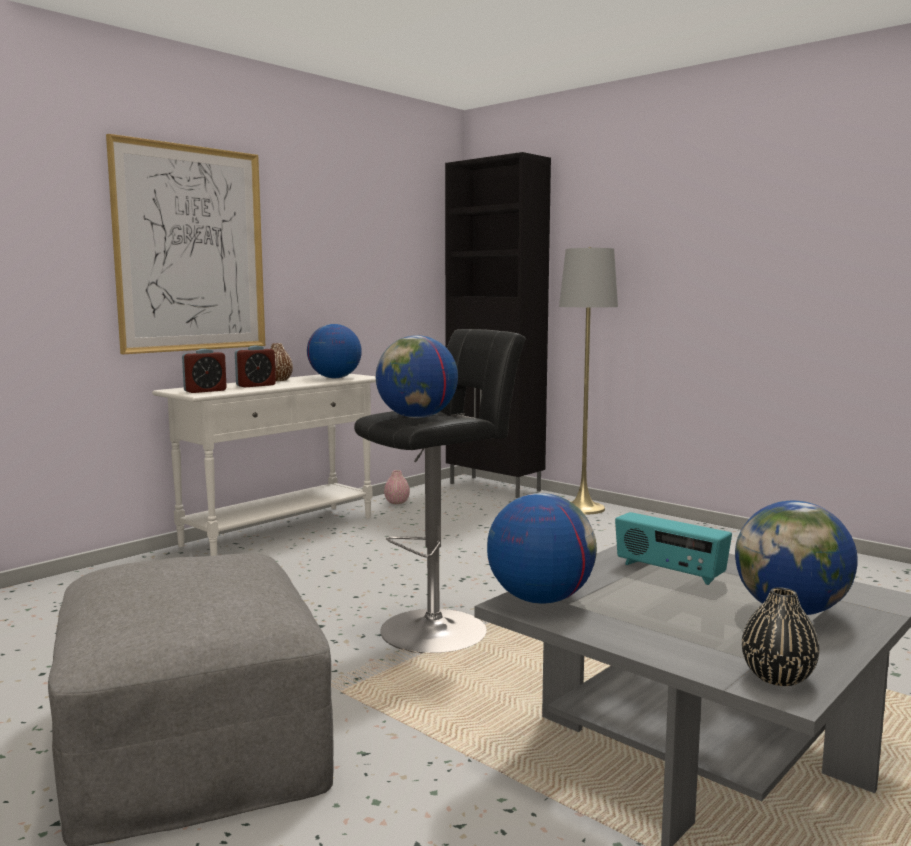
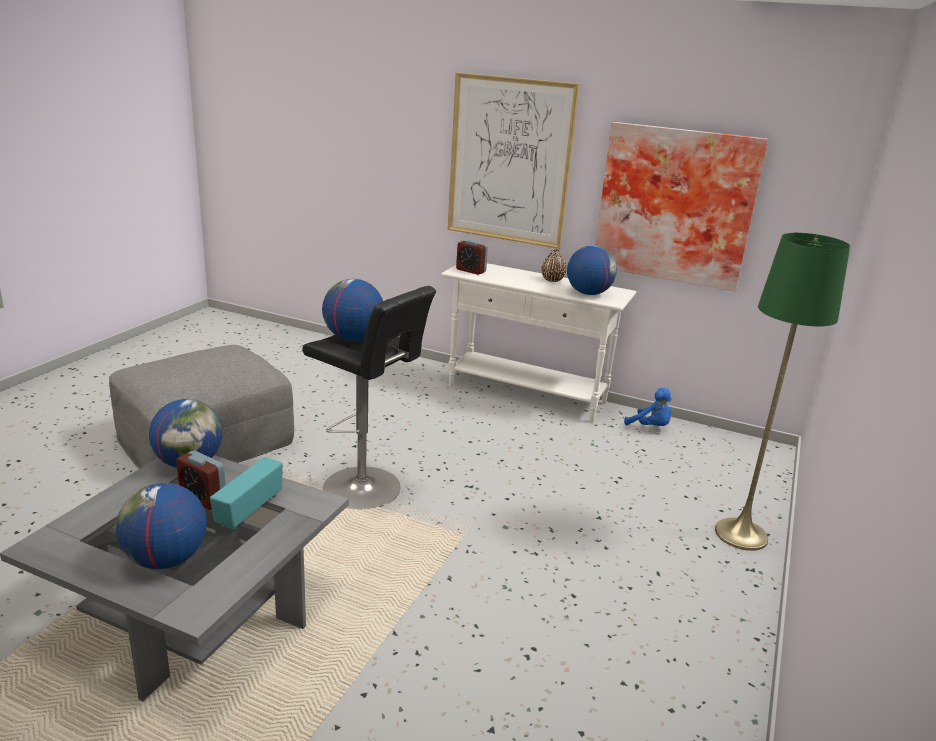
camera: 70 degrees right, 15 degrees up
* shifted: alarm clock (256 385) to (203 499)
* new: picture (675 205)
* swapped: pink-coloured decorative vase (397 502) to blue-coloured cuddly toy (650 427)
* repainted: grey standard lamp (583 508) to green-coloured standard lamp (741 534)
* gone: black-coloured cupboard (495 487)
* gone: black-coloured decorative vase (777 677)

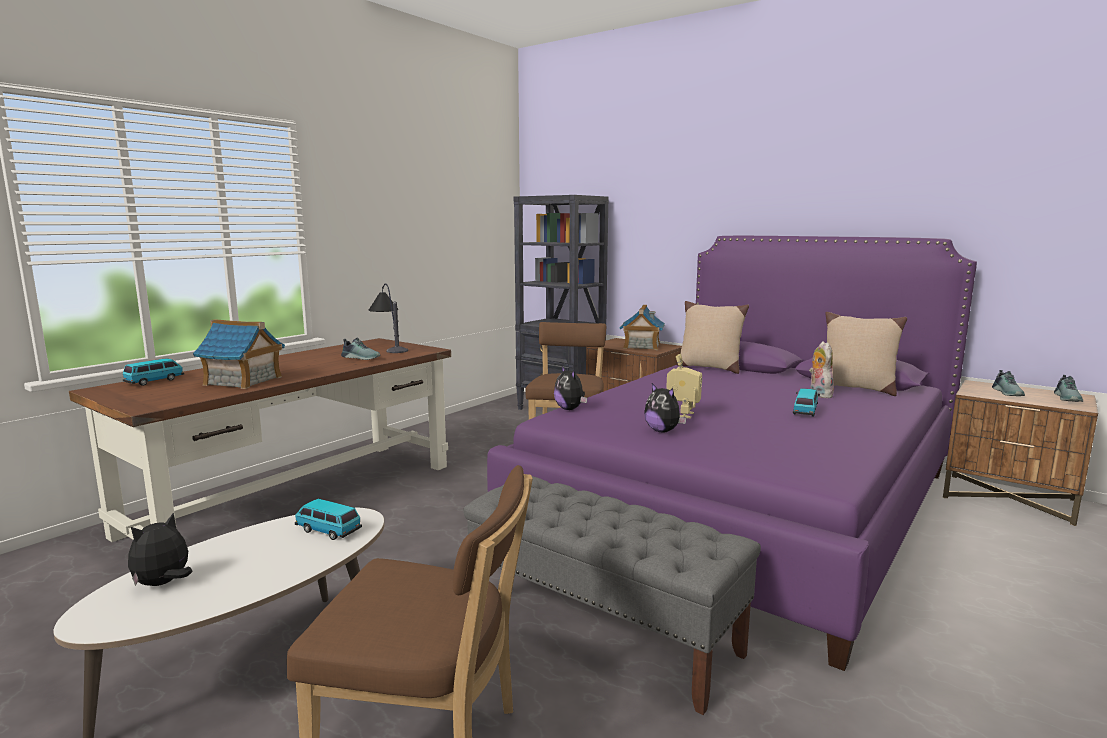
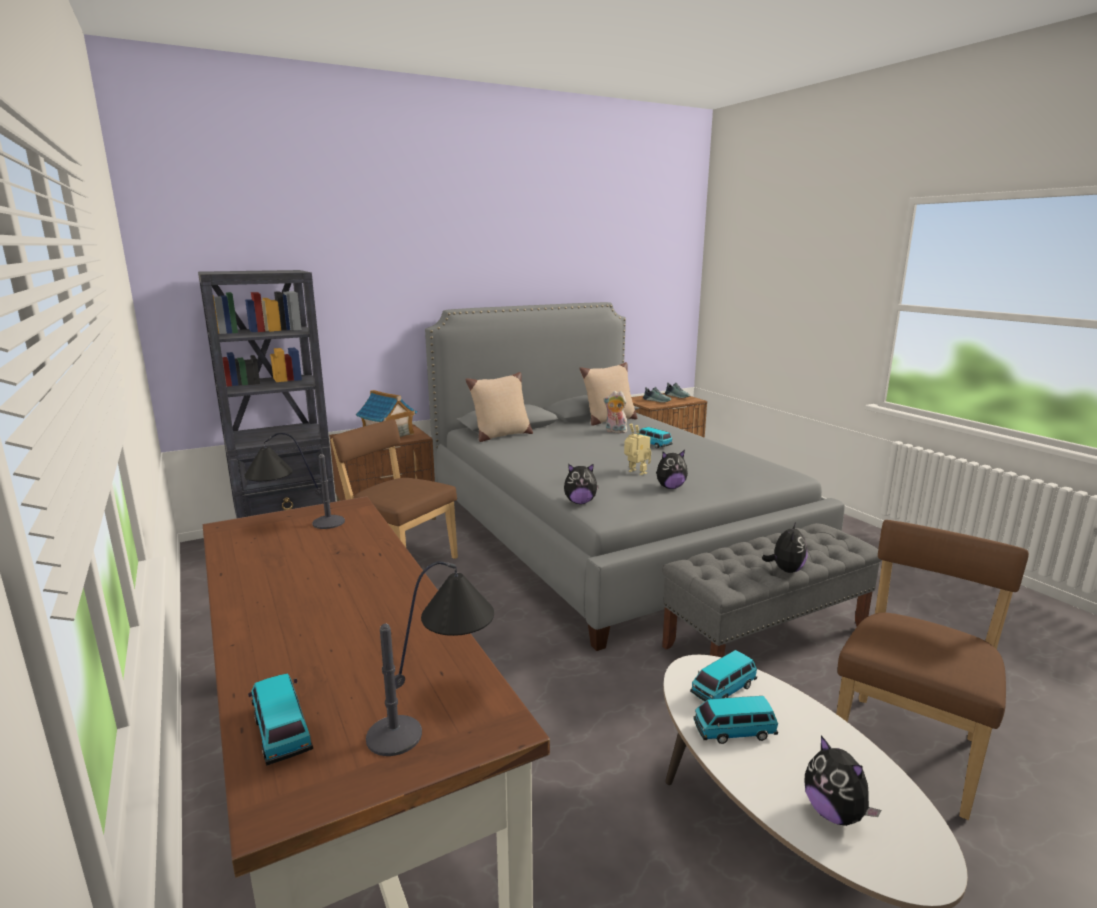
camera: 65 degrees left, 5 degrees up
* new: lamp for a table (437 707)
* repainted: purplish sleeping bed (742 503) to grey sleeping bed (606 532)
* new: miniature car (734 731)
* new: cuddly toy (785 570)
* gone: model house (243 381)
* gone: shoe (362 358)

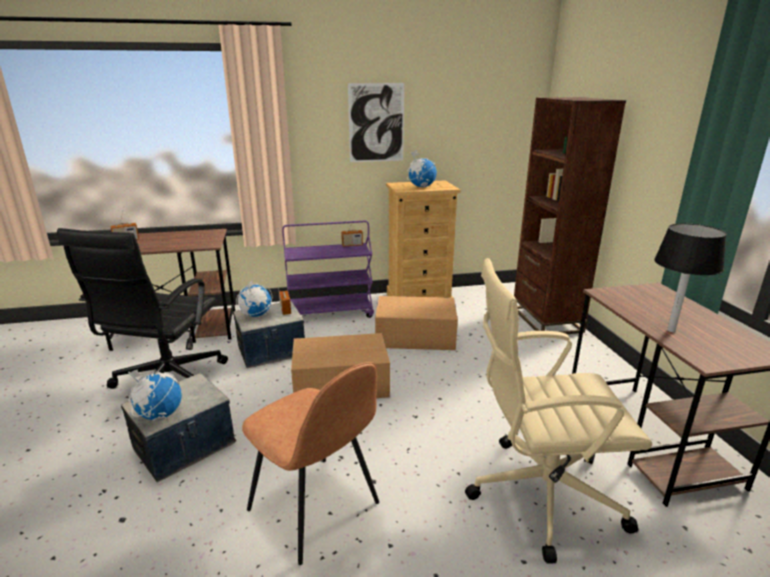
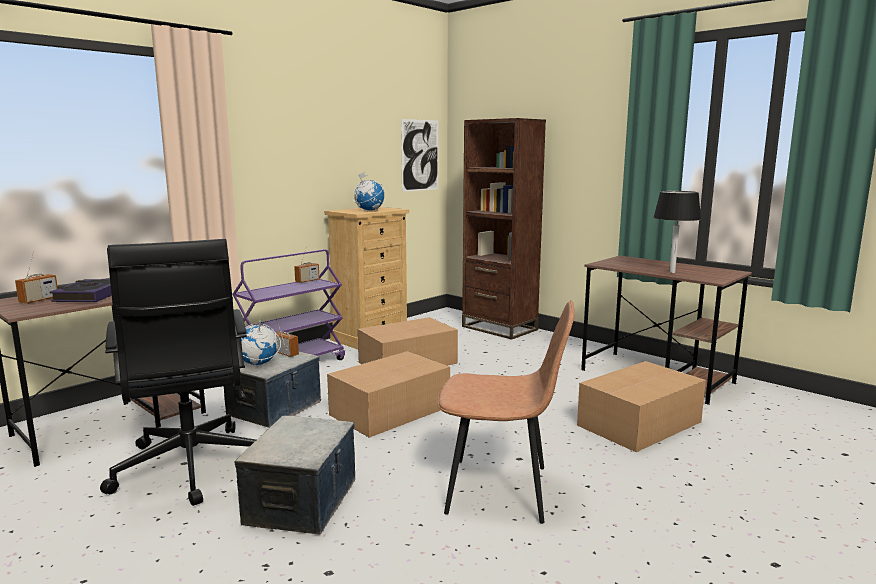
camera: 35 degrees left, 10 degrees down
* new: volume (90 295)
* shifted: picture (376 123) to (420 155)
* swapped: beige-coloured office chair (540 494) to carton (637 423)
* gone: world globe (159 415)

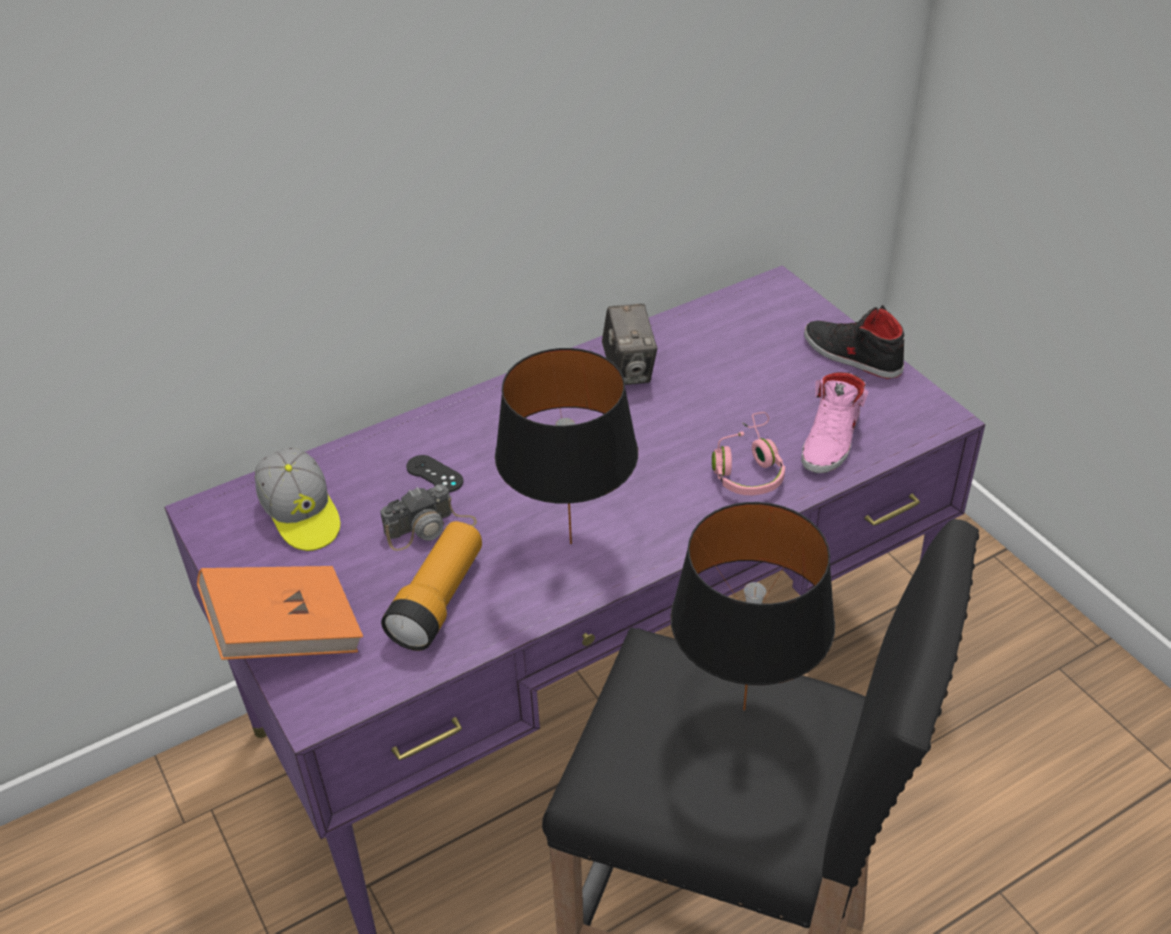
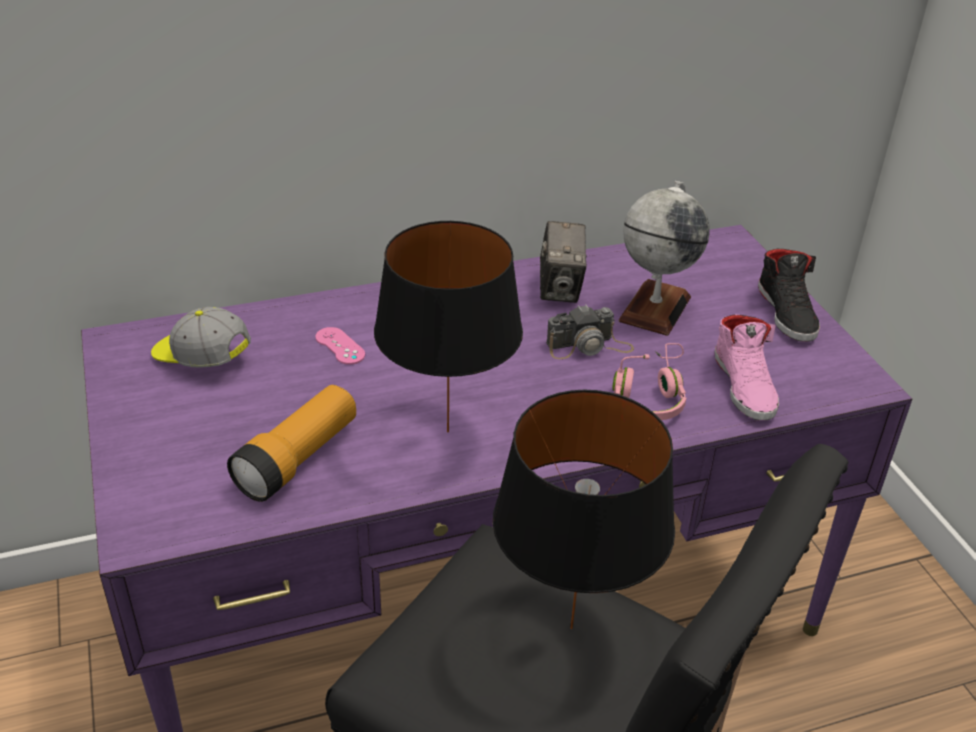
camera: 10 degrees right, 5 degrees down
* rotated: peaked cap (301 514) = (201 358) 135 degrees clockwise
* repainted: black-coloured gamepad (434 474) to pink-coloured gamepad (340 346)
* shifted: still camera (429 528) to (589 346)
* new: world globe (655 308)
* rotated: pink-coloured shoe (832 440) = (745 385) 45 degrees counterclockwise
* rotated: black-coloured shoe (851 355) = (787 312) 150 degrees counterclockwise
* gone: orangey volume (286 634)

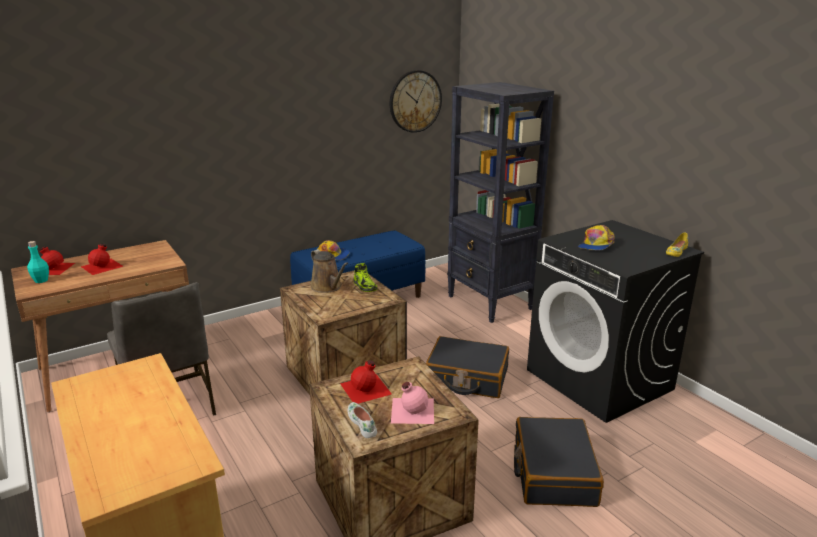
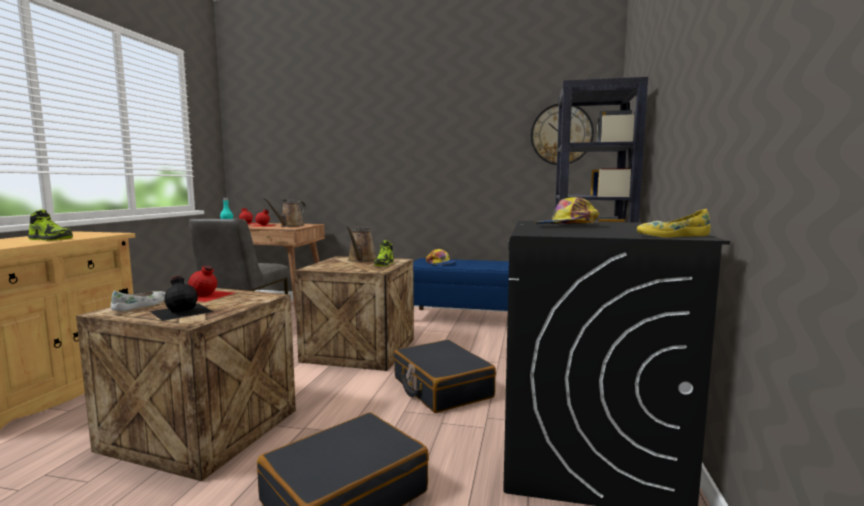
camera: 45 degrees right, 15 degrees down
* new: shoe (51 239)
* repainted: pink-coloured drink bottle (412 410) to black-coloured drink bottle (182 311)
* new: brownish watering can (290 226)

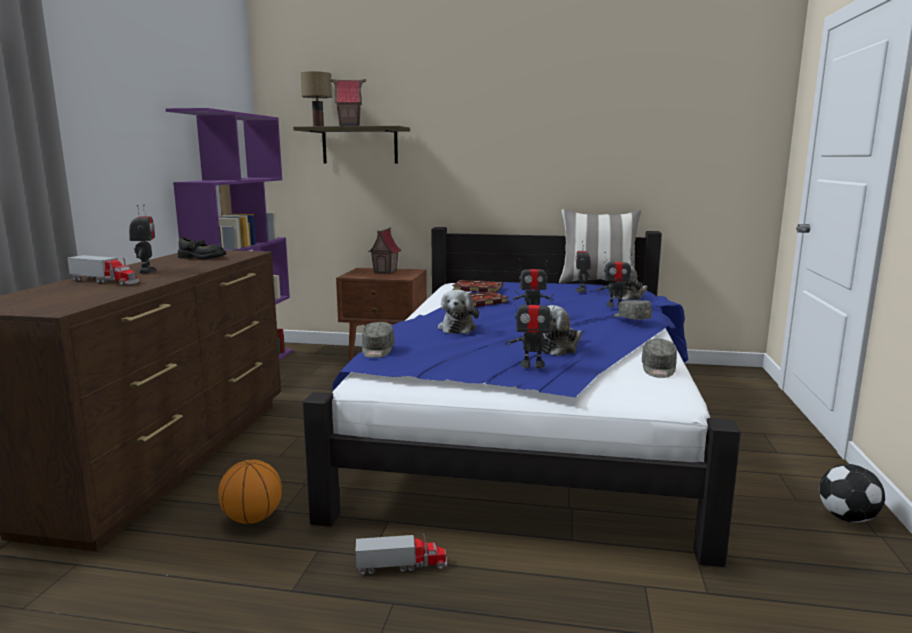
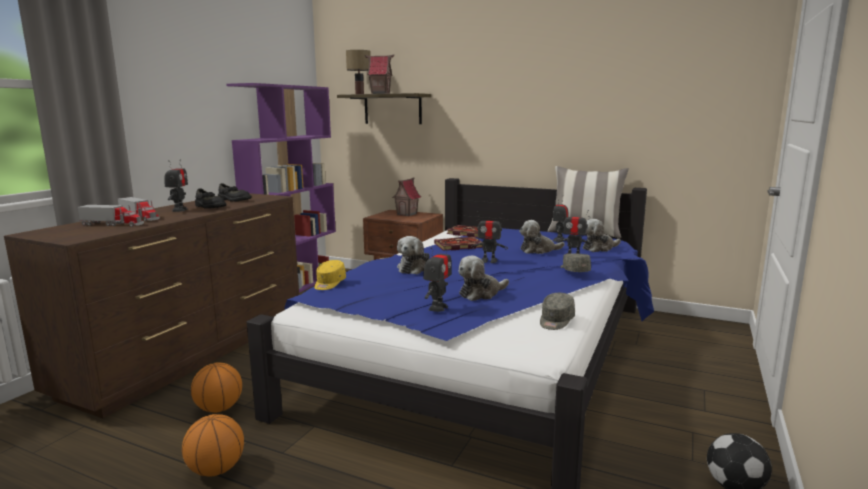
camera: 15 degrees right, 0 degrees up
* shifted: toy lorry (402 566) to (112 224)
* new: basketball (216 470)
* new: black-coloured shoe (209 207)
* repainted: grey peaked cap (377 350) to yellow-coloured peaked cap (329 283)
* rotated: toy robot (532 365) = (437 307) 90 degrees counterclockwise
* new: cuddly toy (538 250)

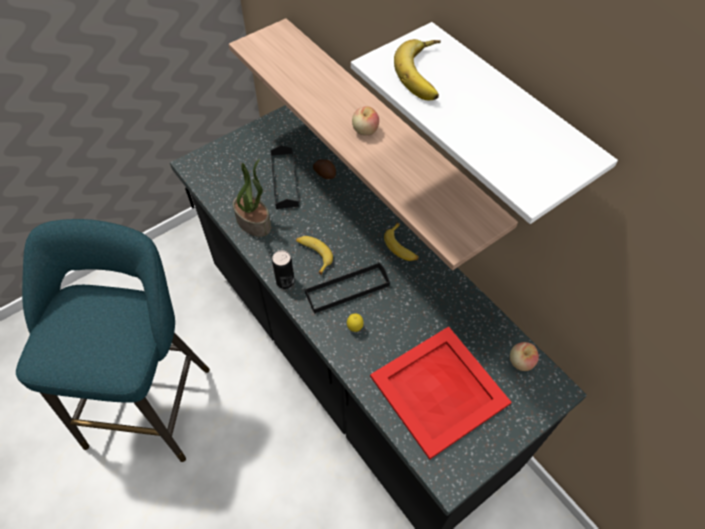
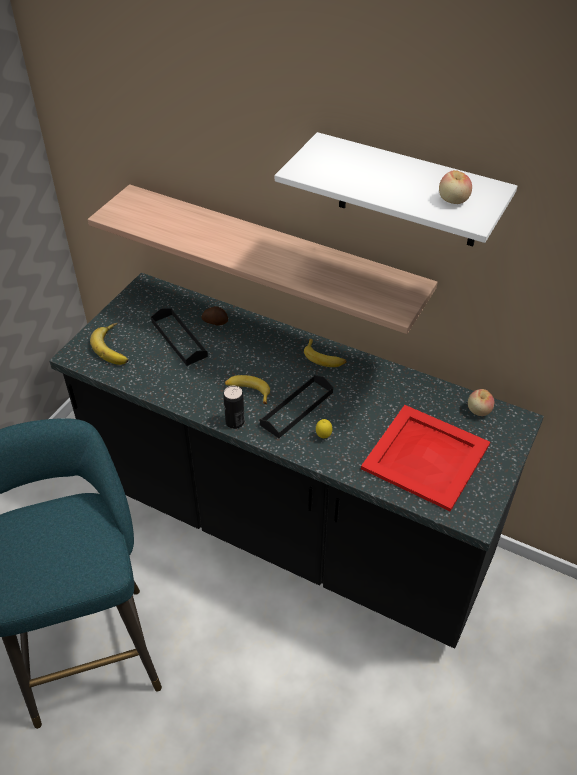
camera: 25 degrees left, 10 degrees down
* shifted: banana fruit (426 74) to (115 347)
* shifted: apple fruit (365 130) to (453 200)
* gone: plant in a pot (254 222)

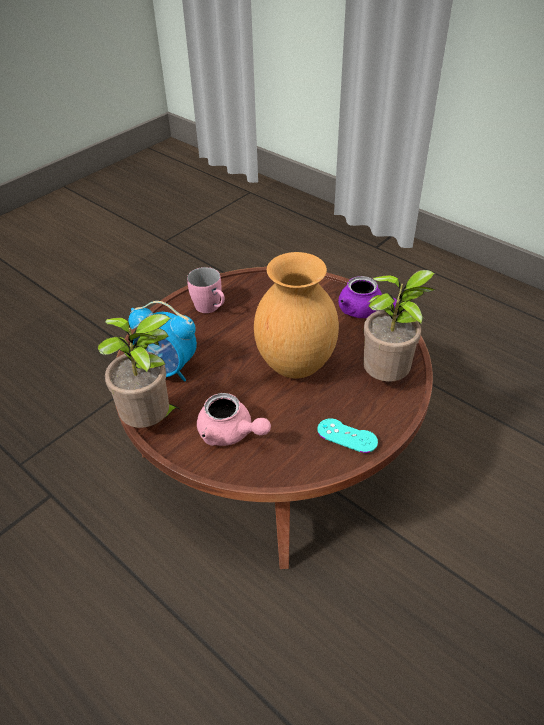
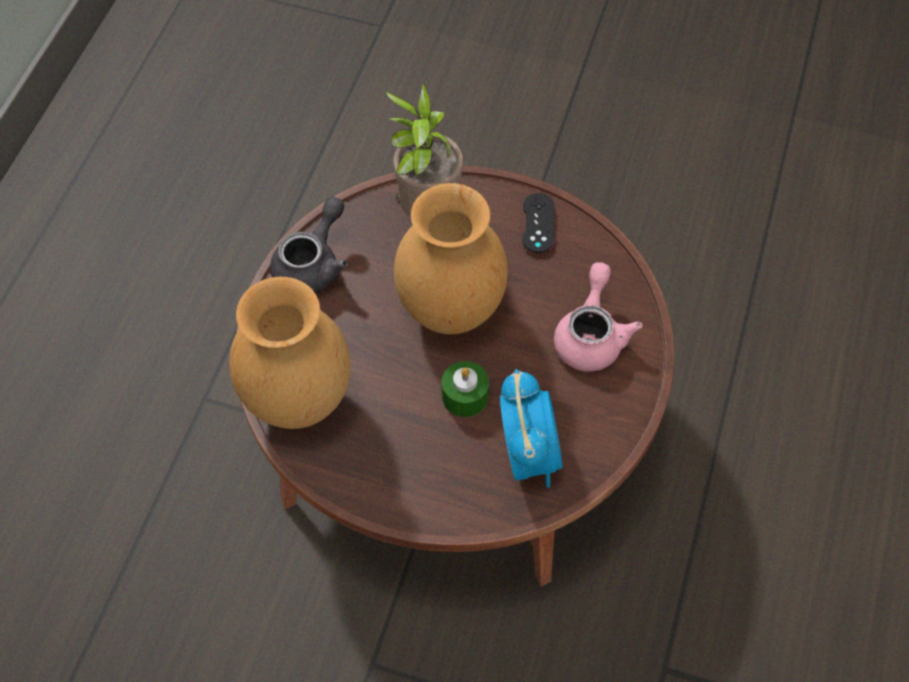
camera: 115 degrees left, 15 degrees up
* new: brownish decorative vase (300 400)
* repainted: purplish tea pot (364 311) to grey tea pot (313 265)
* new: green-coloured candle (465 396)
* repainted: blue-green gamepad (347 436) to black-coloured gamepad (538 223)
* gone: plant in a pot (152 422)
* gone: pink-coloured mug (211 308)

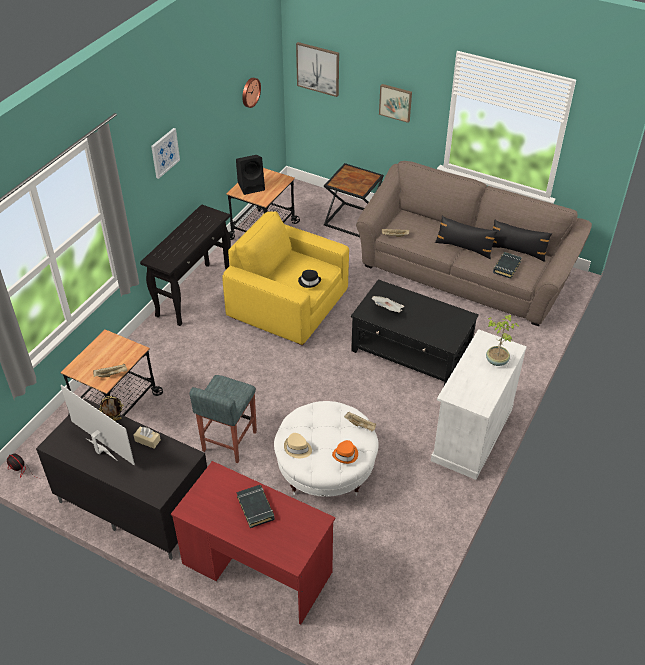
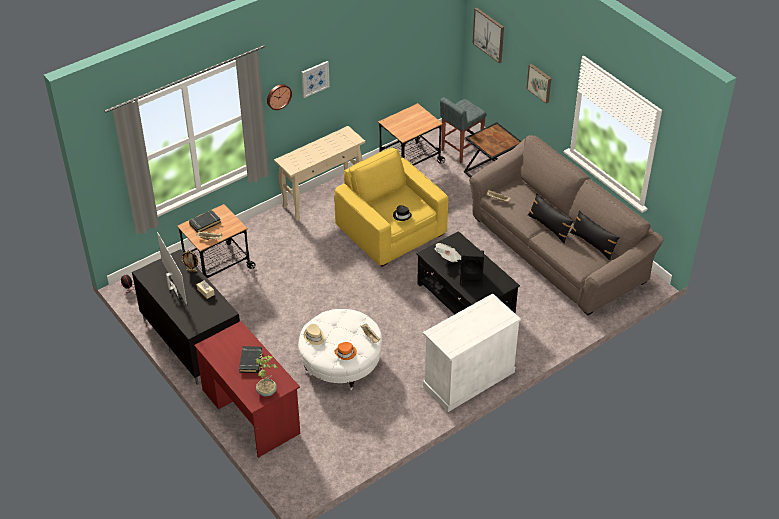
camera: 25 degrees right, 0 degrees up
* shifted: black-coloured volume (506 267) to (205 223)
* shifted: plant in a pot (497 360) to (267 391)
* shifted: wall clock (250 92) to (278 96)
* repainted: black-coloured console table (194 293) to beige-coloured console table (322 198)
* shifted: grey stool seat (229 441) to (461 150)
* shifted: black-coloured loudspeaker (252 186) to (472 278)

